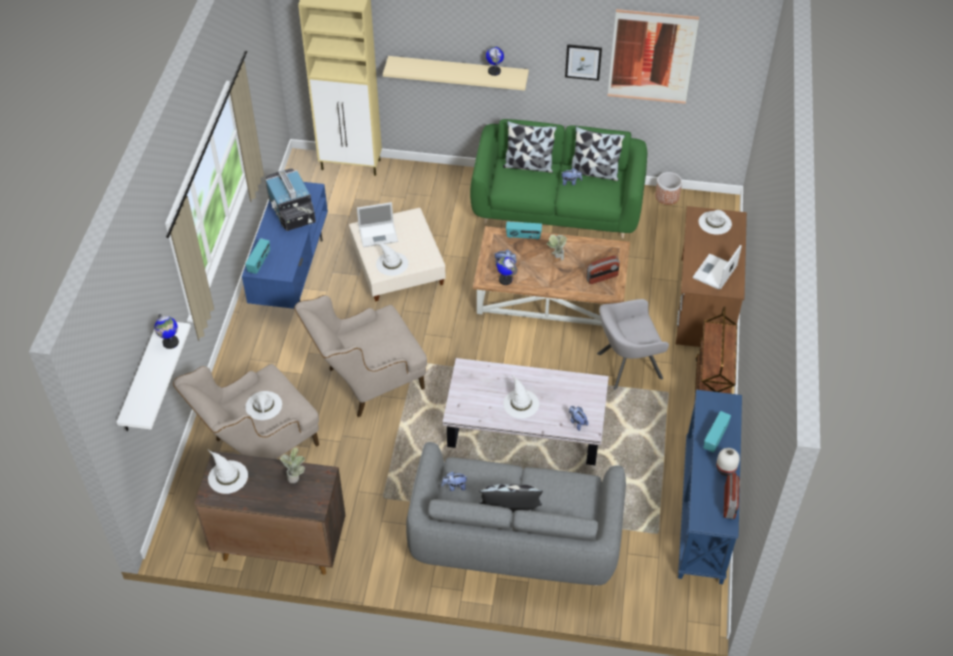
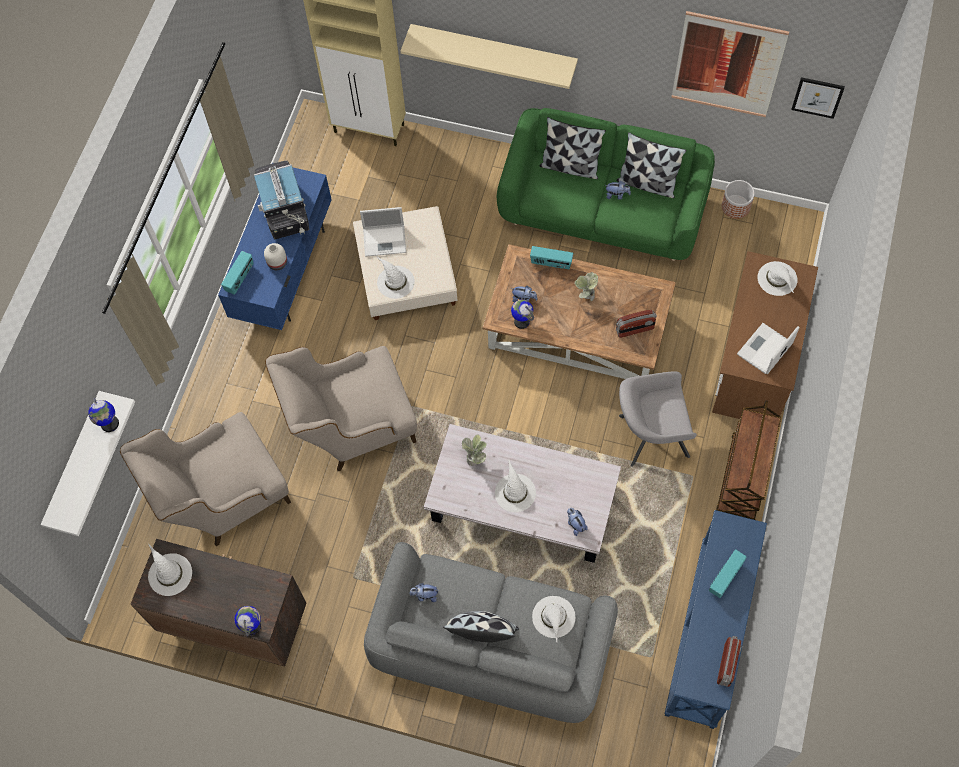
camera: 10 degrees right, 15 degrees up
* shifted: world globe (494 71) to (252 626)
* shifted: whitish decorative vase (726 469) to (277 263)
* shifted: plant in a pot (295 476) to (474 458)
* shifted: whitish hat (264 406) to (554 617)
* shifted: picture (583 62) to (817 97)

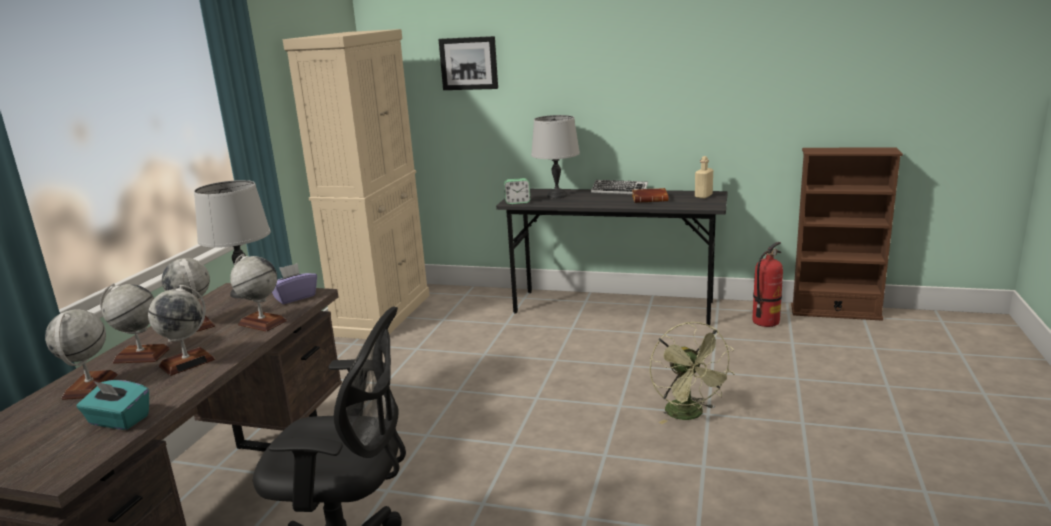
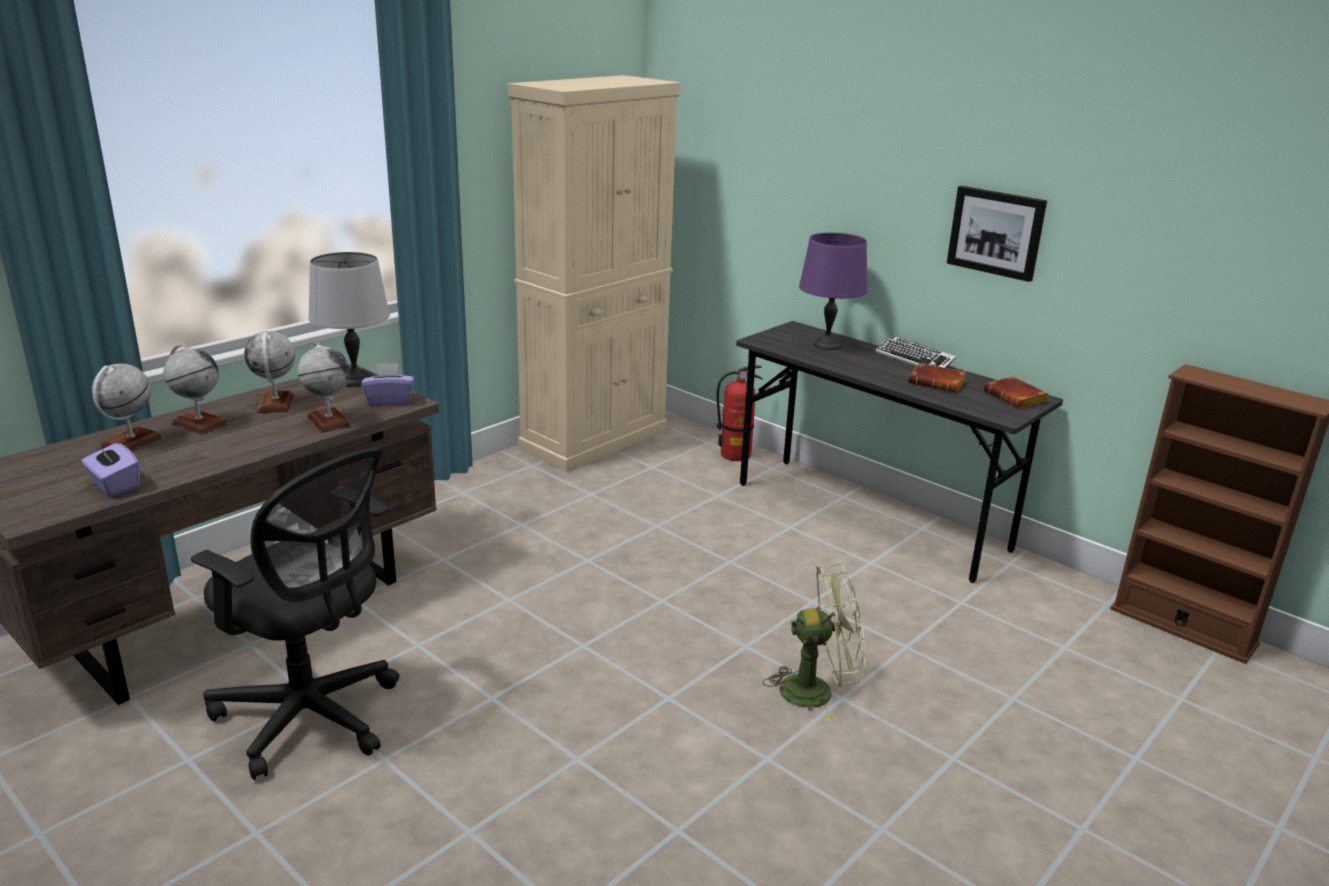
camera: 25 degrees right, 5 degrees up
* repainted: blue-green tissue holder (118 421) to purplish tissue holder (114 485)
* shifted: fire-fighting cylinder (765 322) to (735 455)
* rotated: green-coloured electric fan (689 415) = (817 690) 105 degrees counterclockwise
* repainted: grey lamp for a table (557 195) to purplish lamp for a table (827 345)
* shifted: picture (469 63) to (996 232)
* swapped: beige-coloured drink bottle (703 196) to brownish volume (1016 398)
* gone: world globe (187 362)
* gone: alarm clock (517 202)

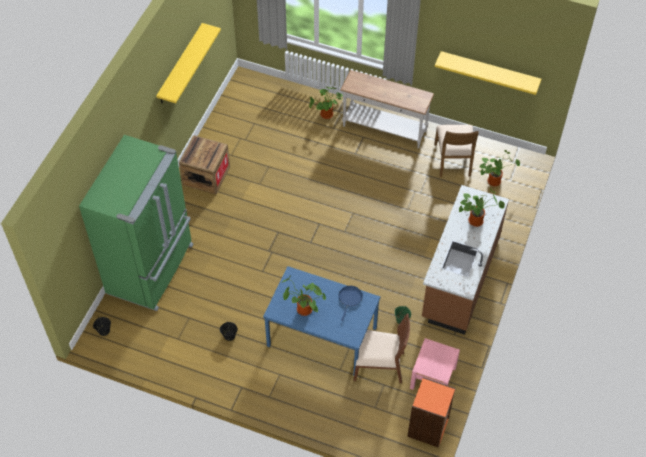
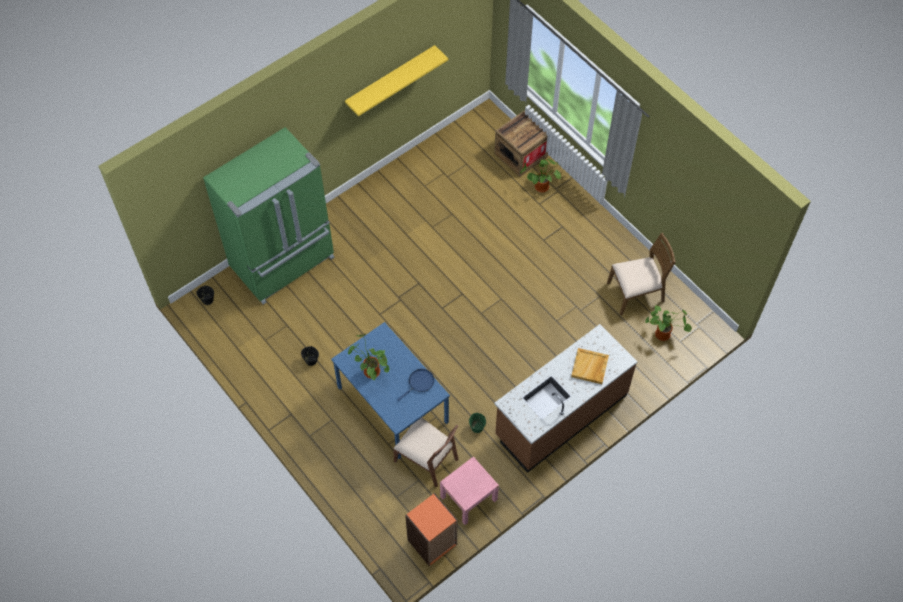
camera: 30 degrees right, 5 degrees up
* shifted: crate (206 176) to (521 155)
* swapped: plant in a pot (477 220) to beige-coloured serving tray (590 367)
* rotated: brownish plain chair (453 160) = (636 293) 135 degrees counterclockwise
* gone: whitish console table (384 129)
* gone: yellow-coloured shelf (489 71)

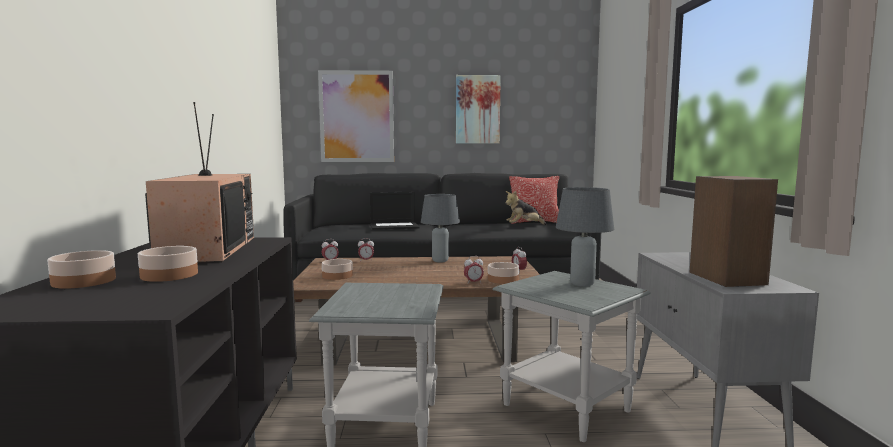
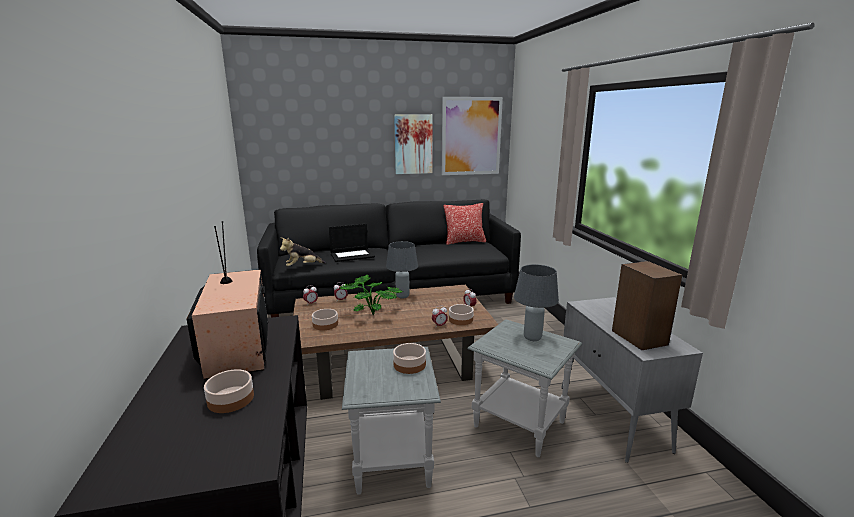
camera: 10 degrees left, 10 degrees up
* shifted: cuddly toy (524 226) to (302 267)
* new: plant in a pot (372 313)
* shifted: bowl (84 281) to (410 365)
* shifted: picture (357 116) to (471 136)

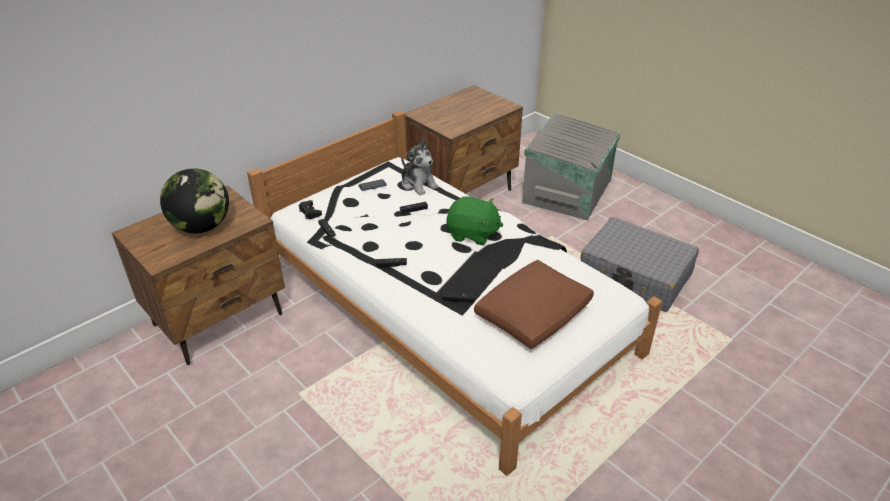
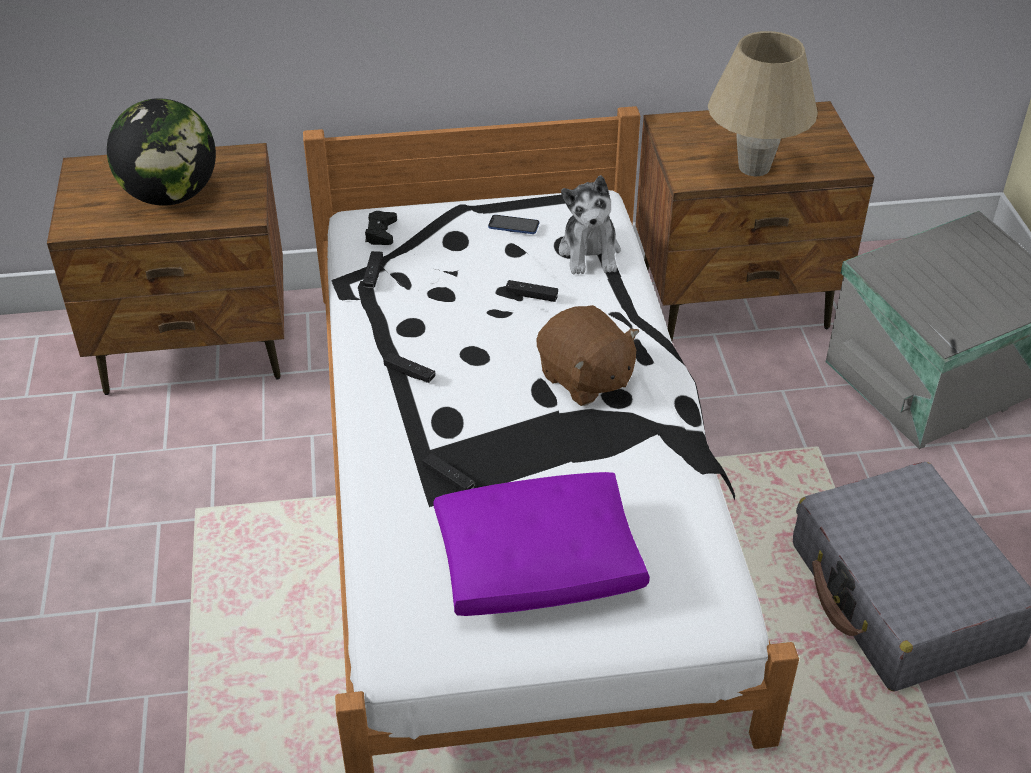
camera: 35 degrees right, 5 degrees up
* repainted: brownish throw pillow (533 313) to purplish throw pillow (540 562)
* repainted: green-coloured cuddly toy (472 234) to brownish cuddly toy (585 379)
* new: beige-coloured lamp for a table (754 167)

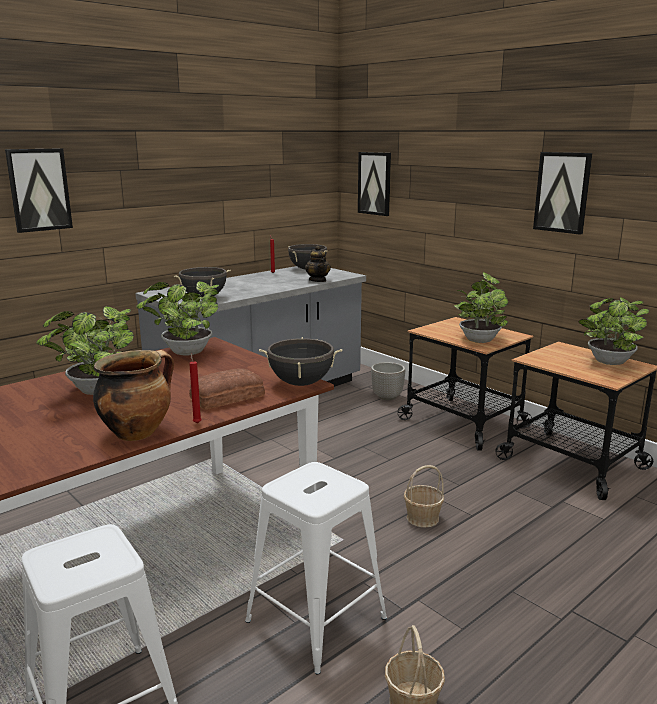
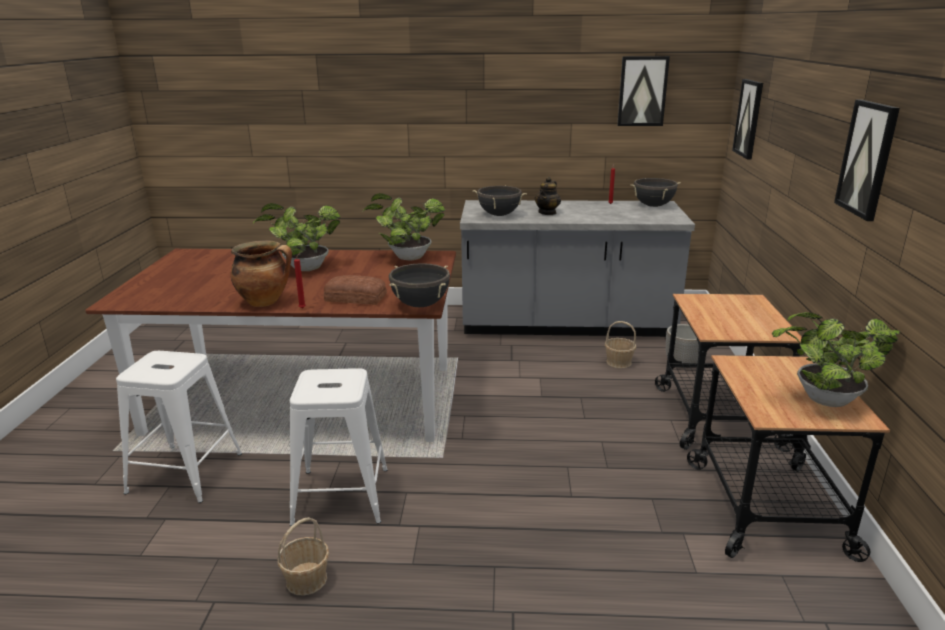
camera: 45 degrees right, 5 degrees up
* shifted: tea pot (318 280) to (547 213)
* shifted: household basket (422 518) to (618 362)
* shifted: picture (39 190) to (642 91)
* gone: plant in a pot (479 339)

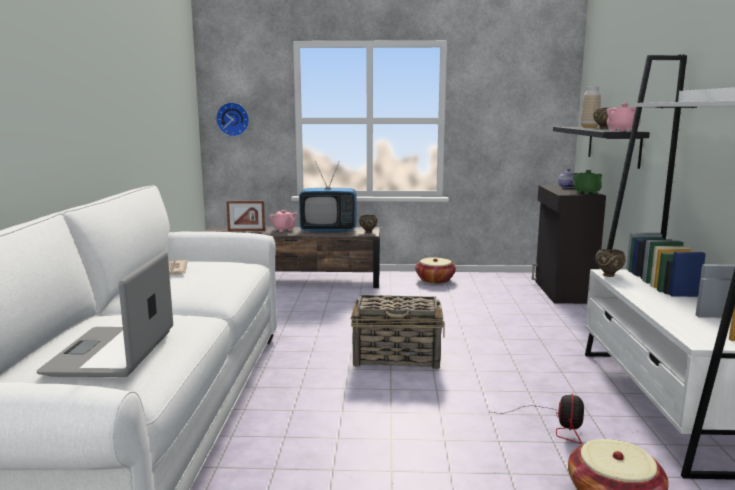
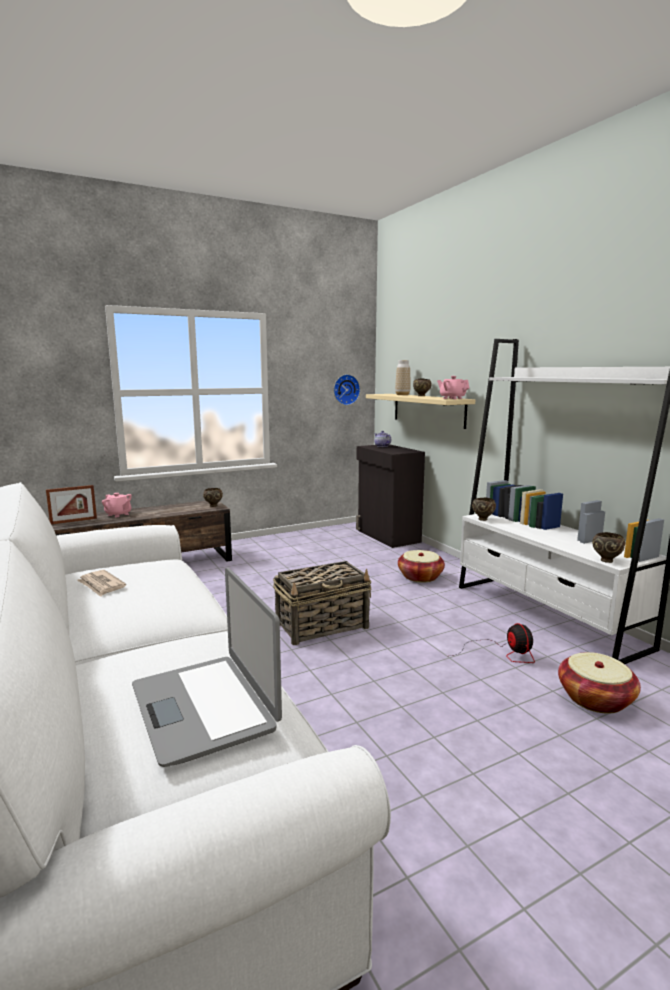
camera: 30 degrees left, 0 degrees up
* shifted: wall clock (233 119) to (345 389)
* repainted: black-coloured shelf (613 145) to beige-coloured shelf (428 410)
* shifted: household basket (435 280) to (420 577)
* new: brownish bowl (606 560)
* gone: TV set (328 230)
* gone: green-coloured tea pot (586 193)

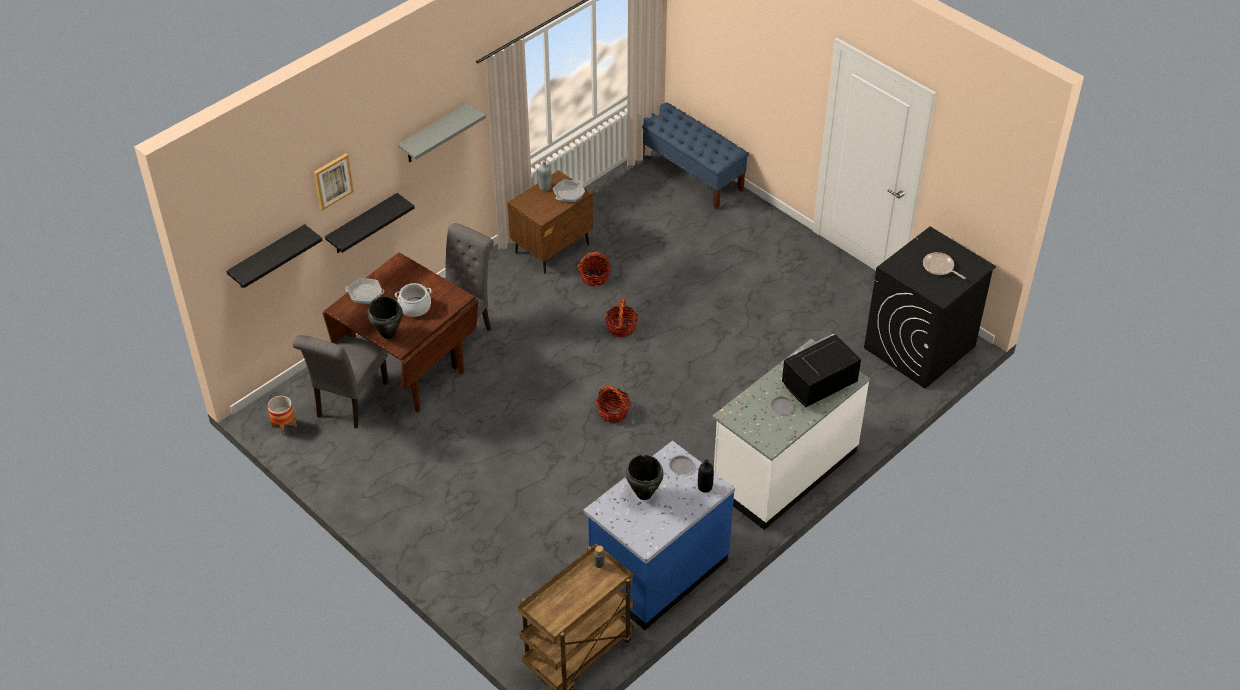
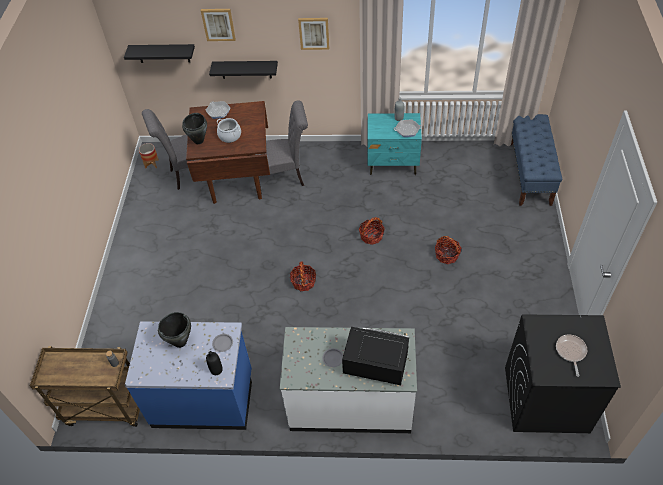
camera: 50 degrees right, 5 degrees up
* swapped: grey shelf (434 134) to picture (314 33)
* repainted: brownish bedside table (553 248) to blue-green bedside table (393 163)
* shifted: household basket (594 277) to (447 255)

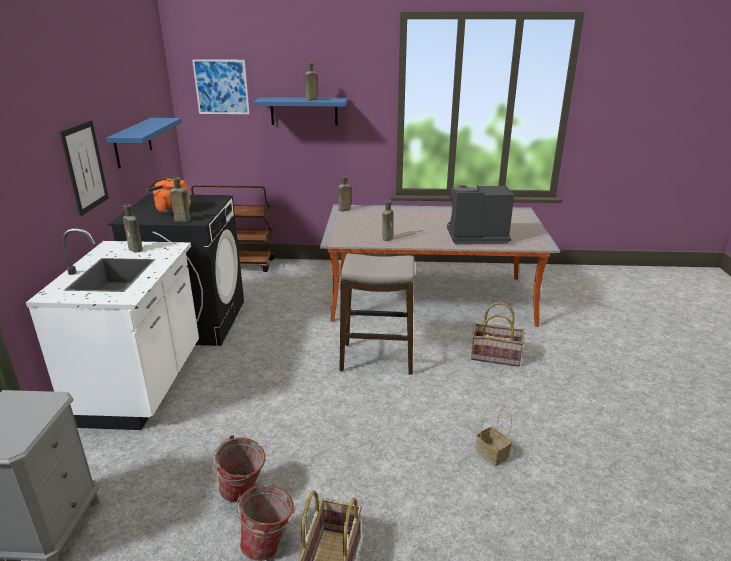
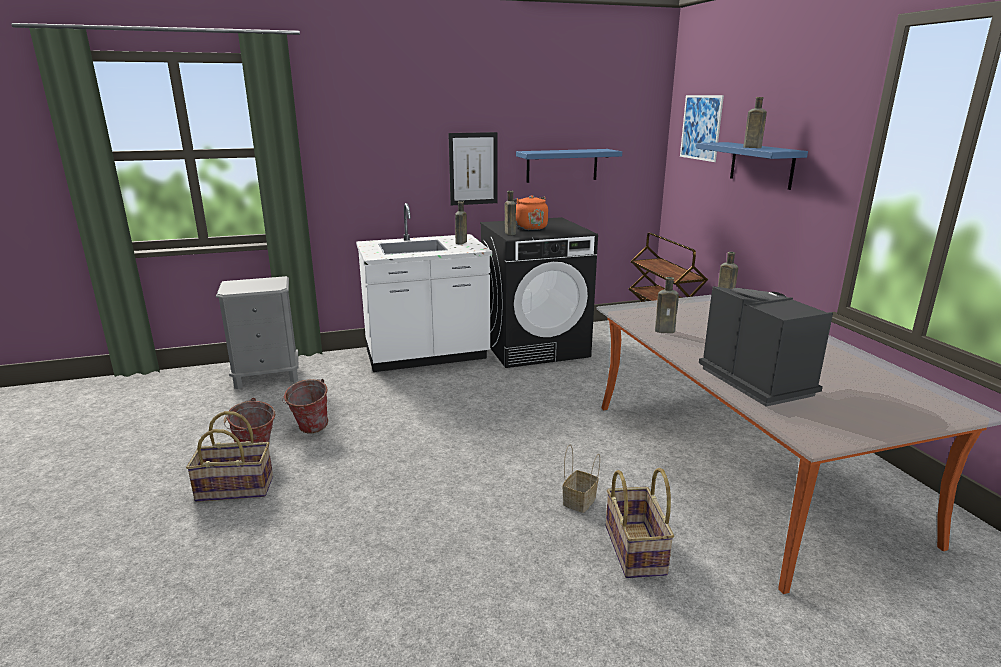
camera: 70 degrees right, 5 degrees down
* shifted: household basket (493 454) to (579 502)
* gone: stool seat (377 359)

